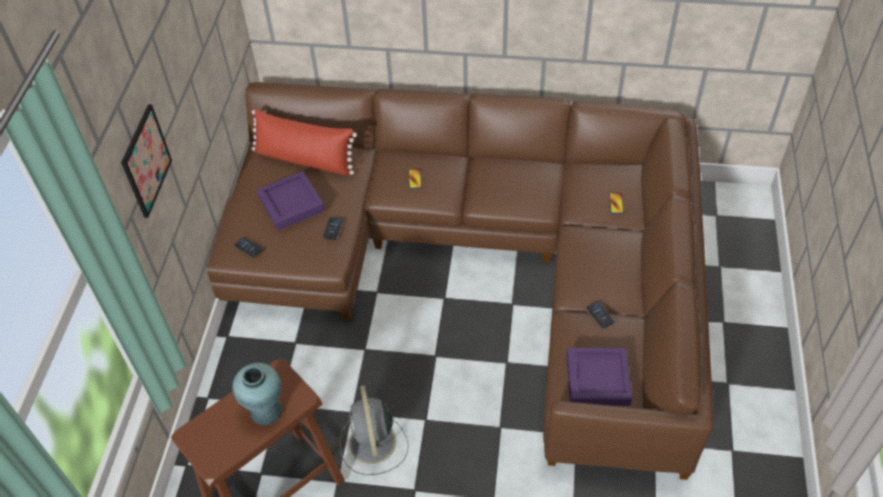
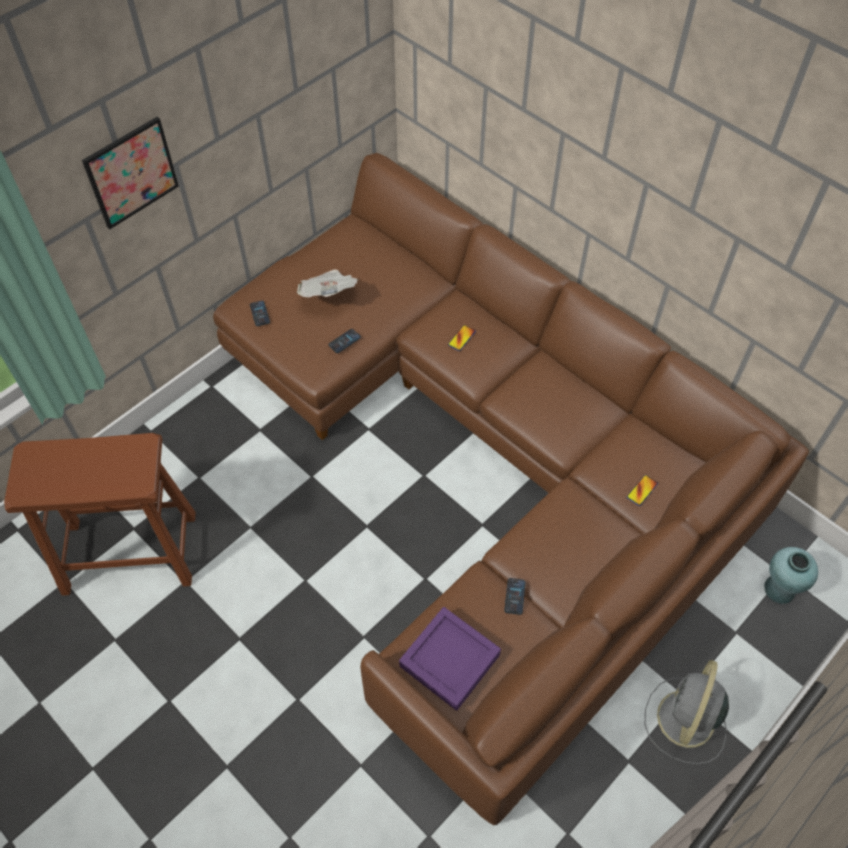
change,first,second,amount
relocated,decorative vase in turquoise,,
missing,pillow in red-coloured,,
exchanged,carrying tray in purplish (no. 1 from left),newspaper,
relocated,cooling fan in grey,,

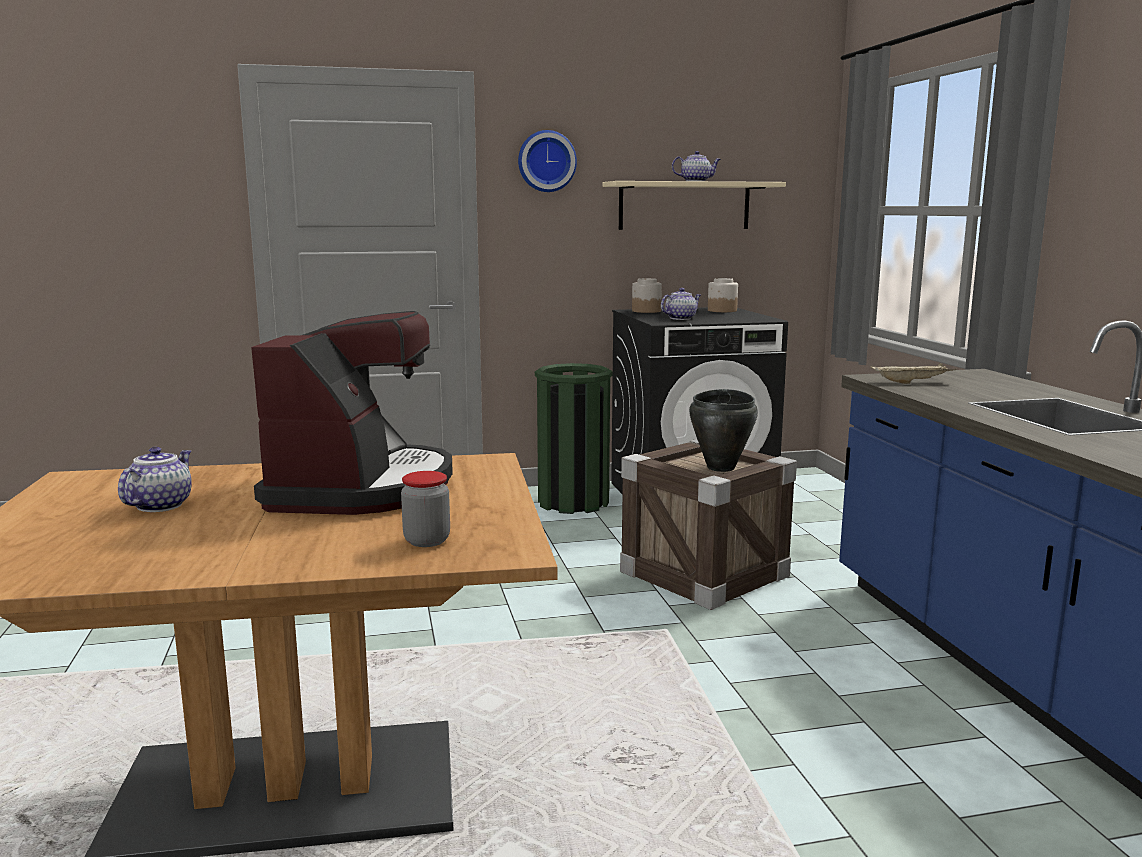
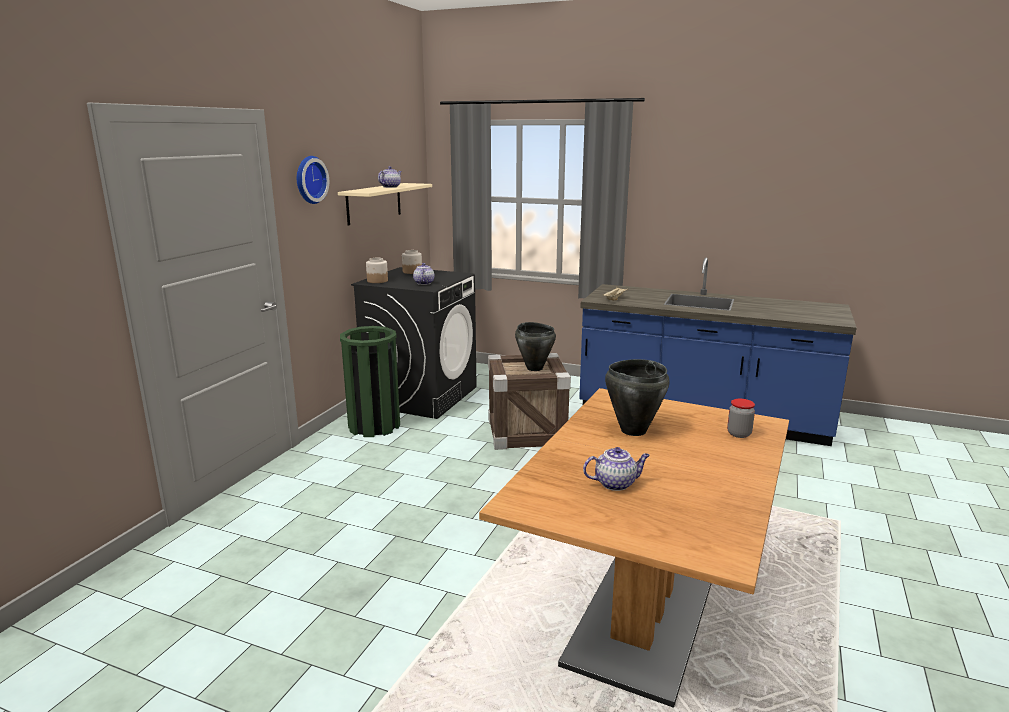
change,first,second,amount
spun,teapot (no. 1 from left in the first image),teapot (no. 3 from left),120 degrees clockwise
exchanged,coffee maker,saucepot in black-coloured (no. 2 from left),

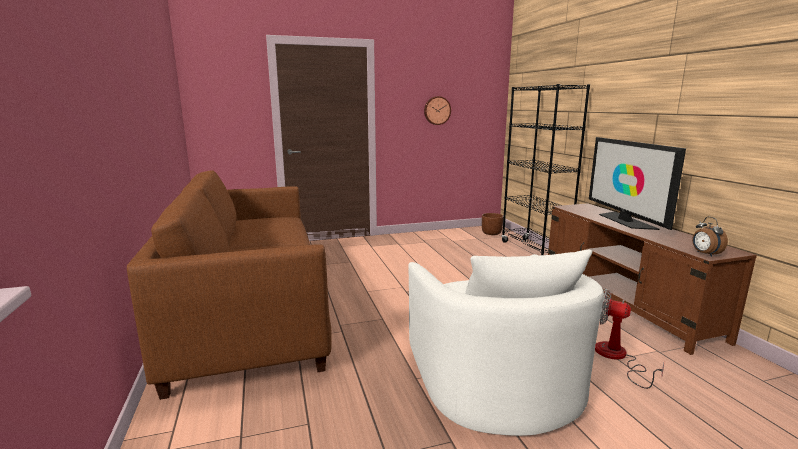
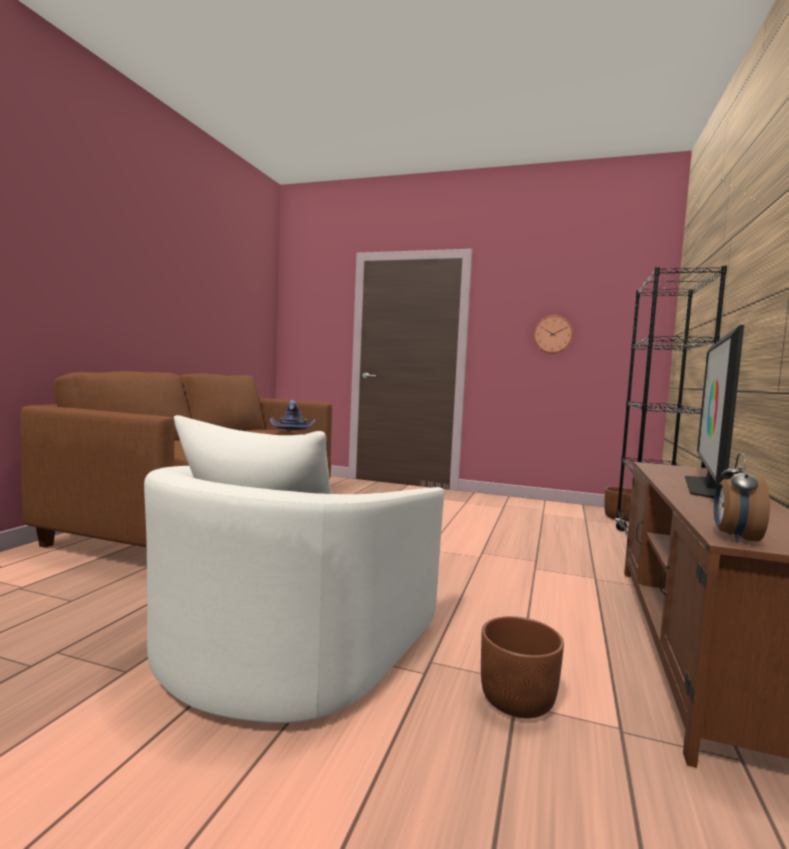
change,first,second,amount
exchanged,cooling fan,flower pot in brown-coloured (no. 1 from left),
appeared,,hat in purplish,

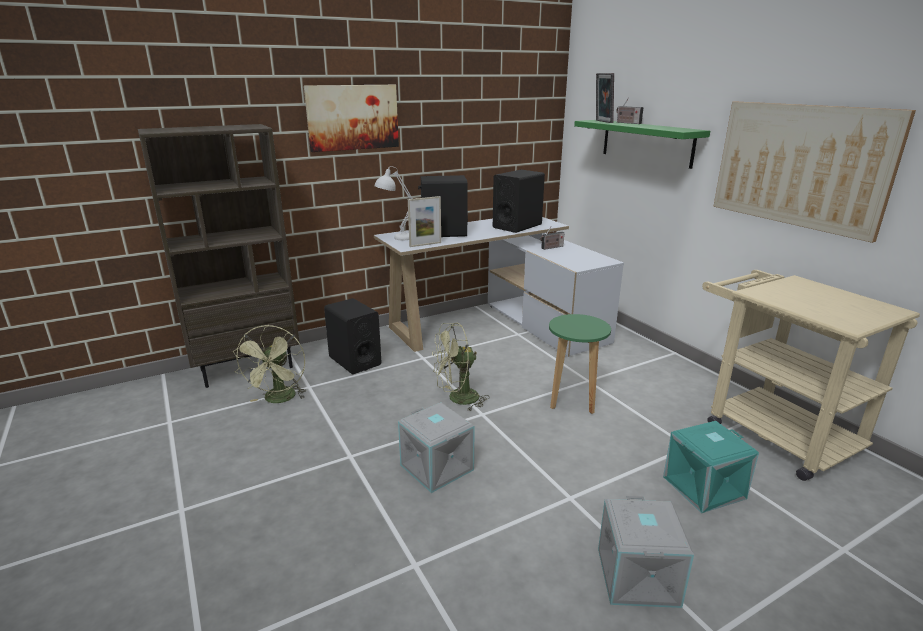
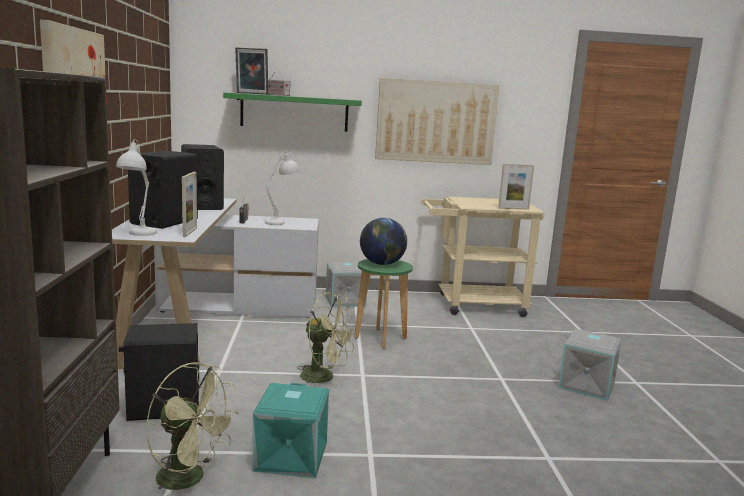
change,first,second,amount
relocated,storage bin in grey (no. 1 from left),,
spun,cooling fan in green (no. 2 from left),,75 degrees counterclockwise
relocated,storage bin in turquoise,,
appeared,,lamp for a table in white (no. 2 from left),
appeared,,desk globe,
appeared,,photo frame (no. 3 from left),

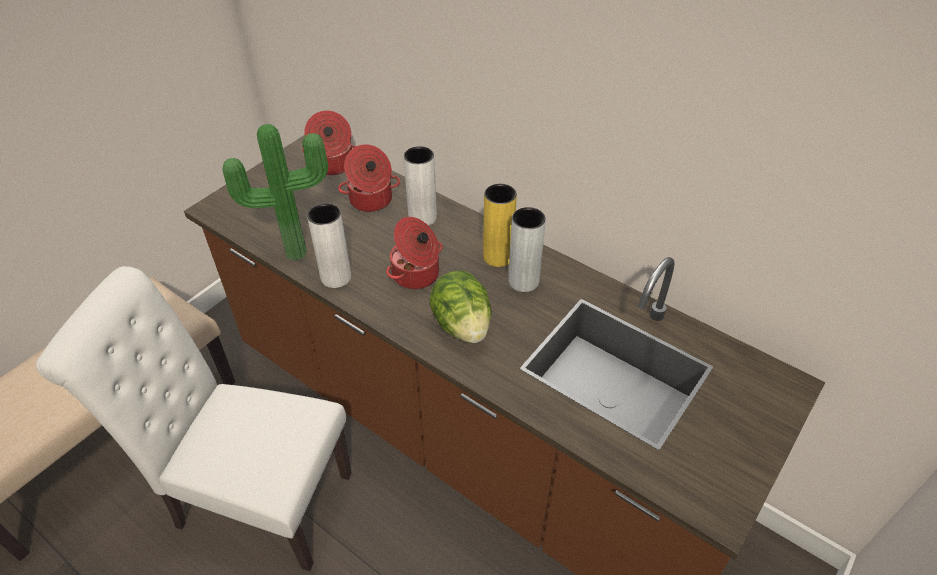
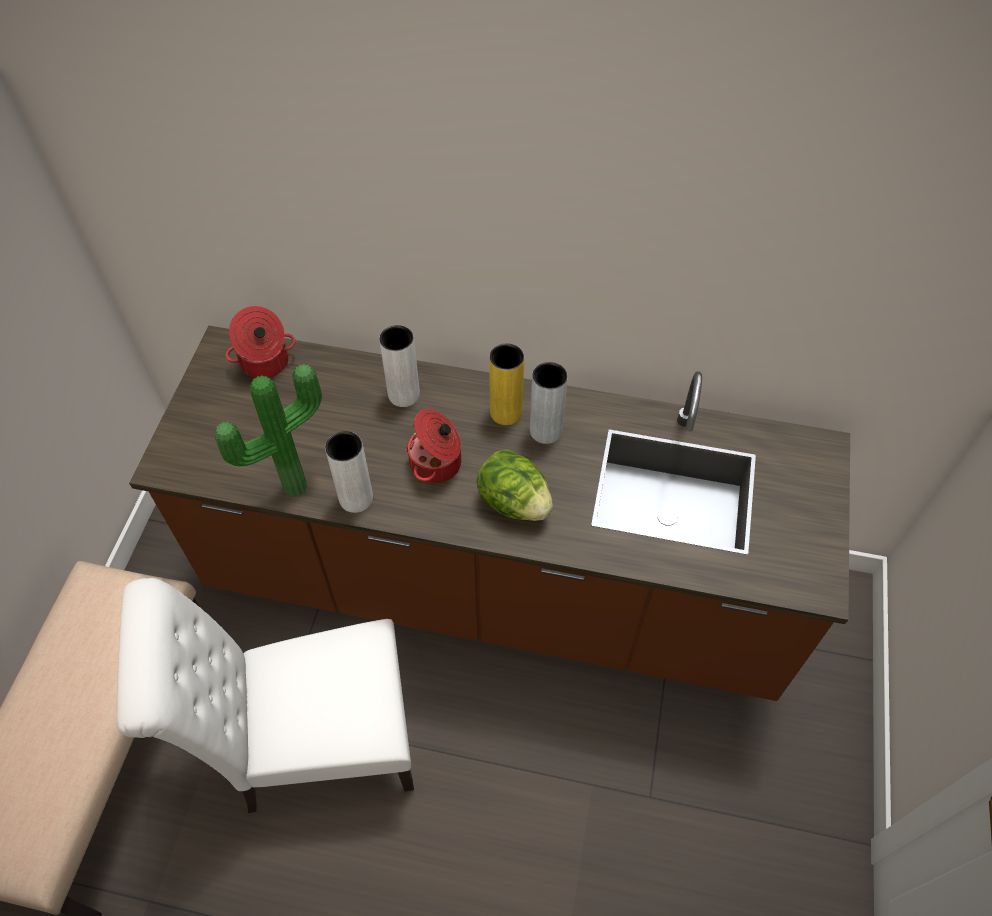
change,first,second,amount
missing,saucepot (no. 2 from left),,

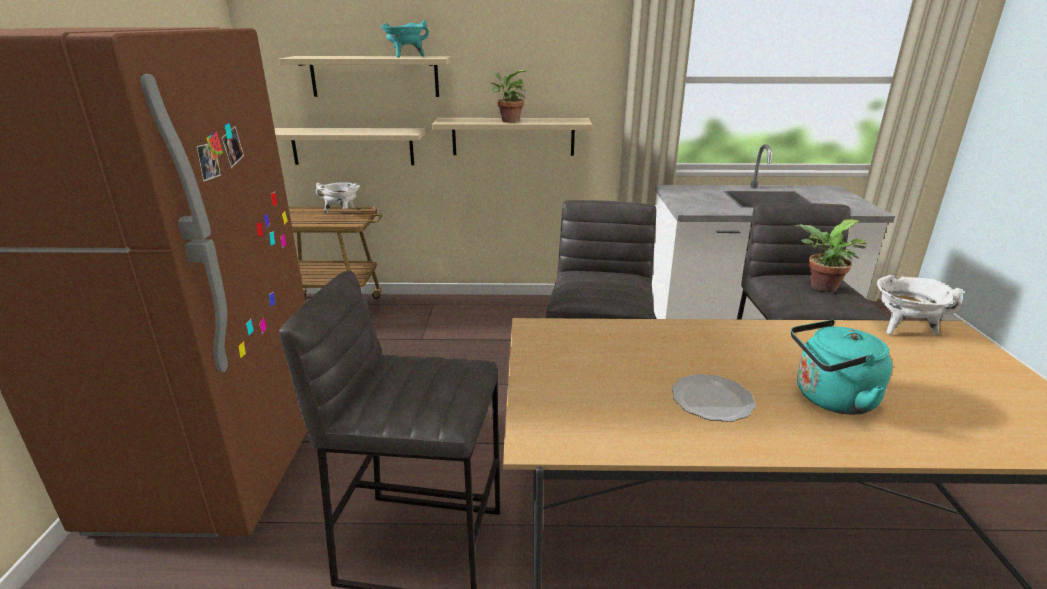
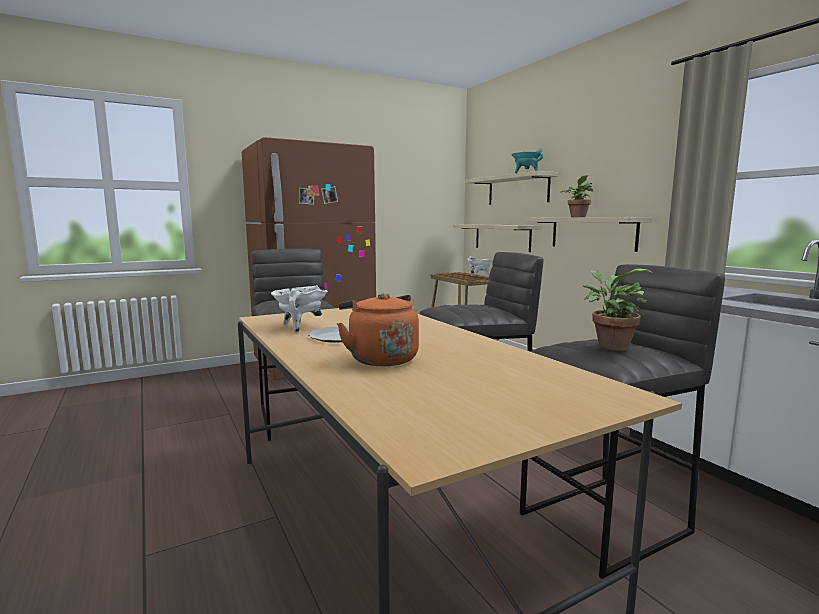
change,first,second,amount
colour,water kettle in turquoise,water kettle in orange,
relocated,saucepot in white (no. 2 from left in the first image),saucepot in white (no. 1 from left),

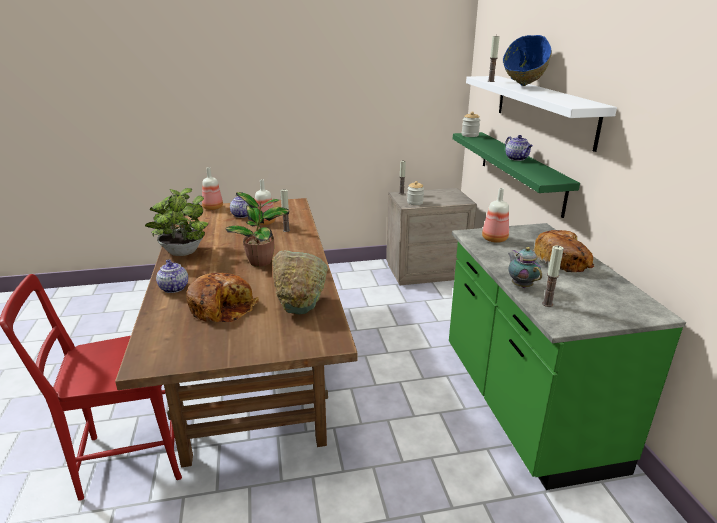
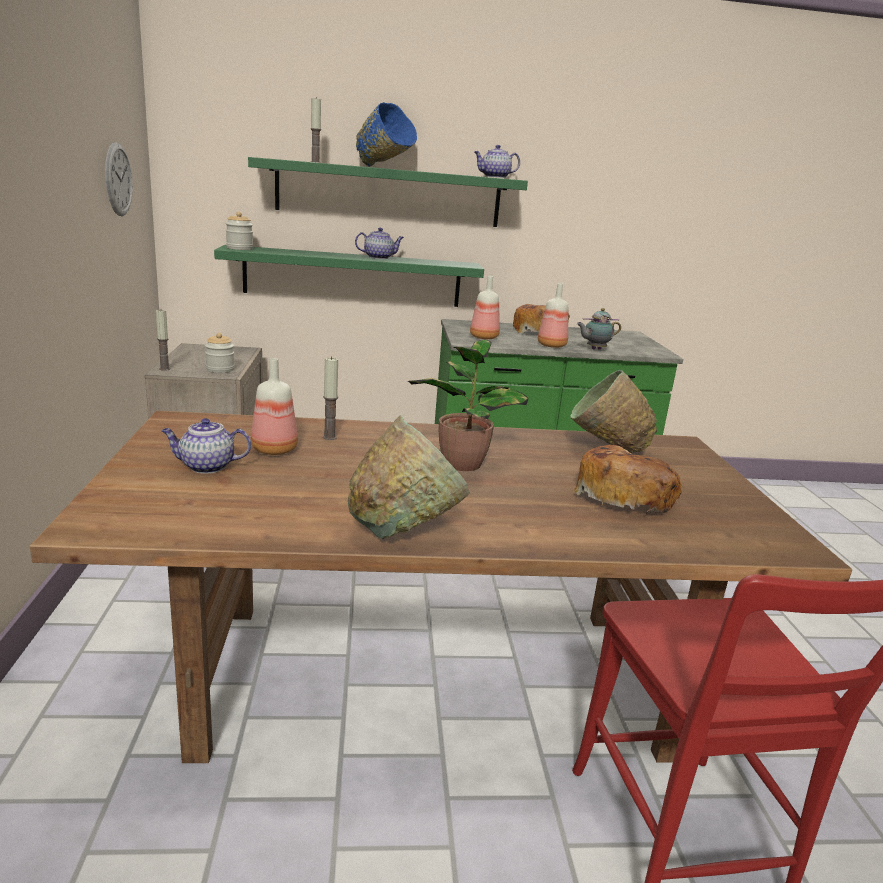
change,first,second,amount
exchanged,plant in a pot (no. 1 from left),deep dish in green (no. 1 from left),
relocated,teapot (no. 1 from left in the first image),teapot (no. 3 from left),
relocated,bottle (no. 1 from left in the first image),bottle (no. 3 from left),
colour,bracket shelf in white,bracket shelf in green (no. 2 from left),
missing,candle (no. 4 from left),,
appeared,,wall clock,

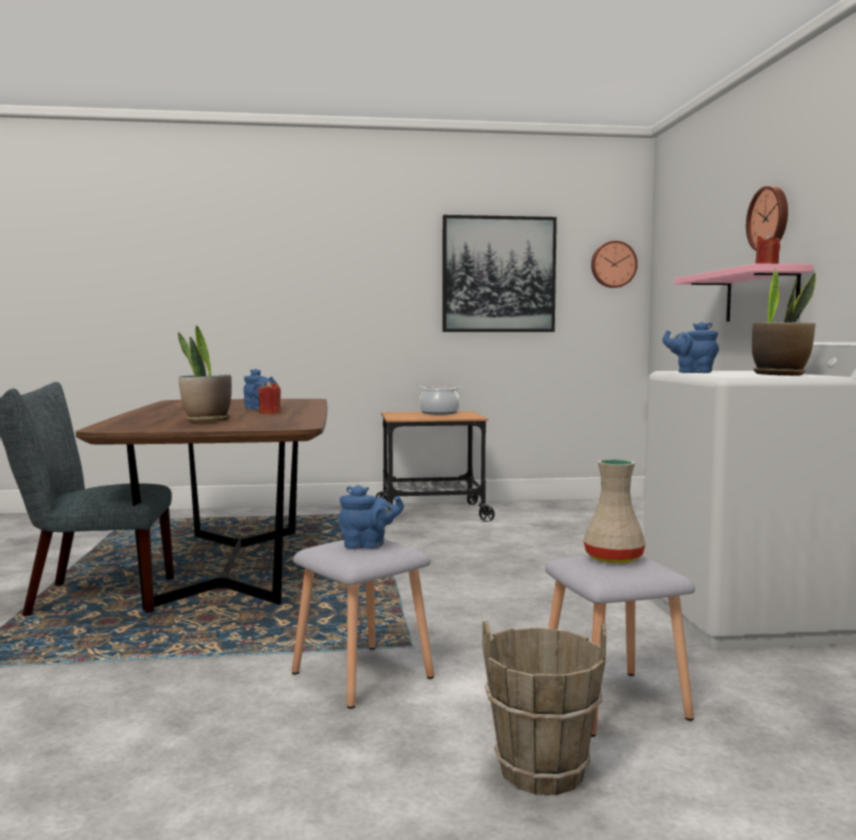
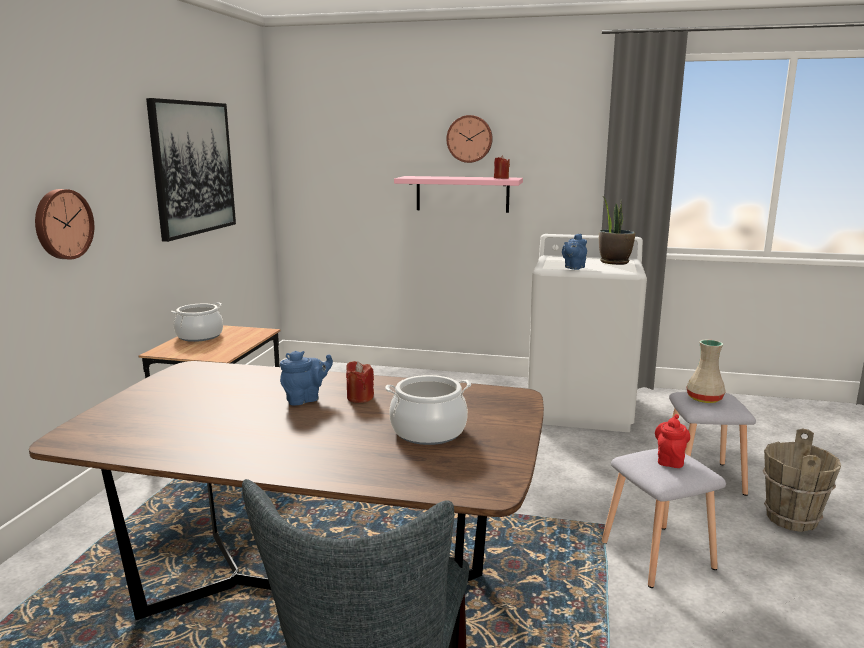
change,first,second,amount
exchanged,plant in a pot (no. 1 from left),saucepot (no. 2 from left),
colour,teapot in bluish (no. 2 from left),teapot in red-coloured,
relocated,wall clock (no. 1 from left),,

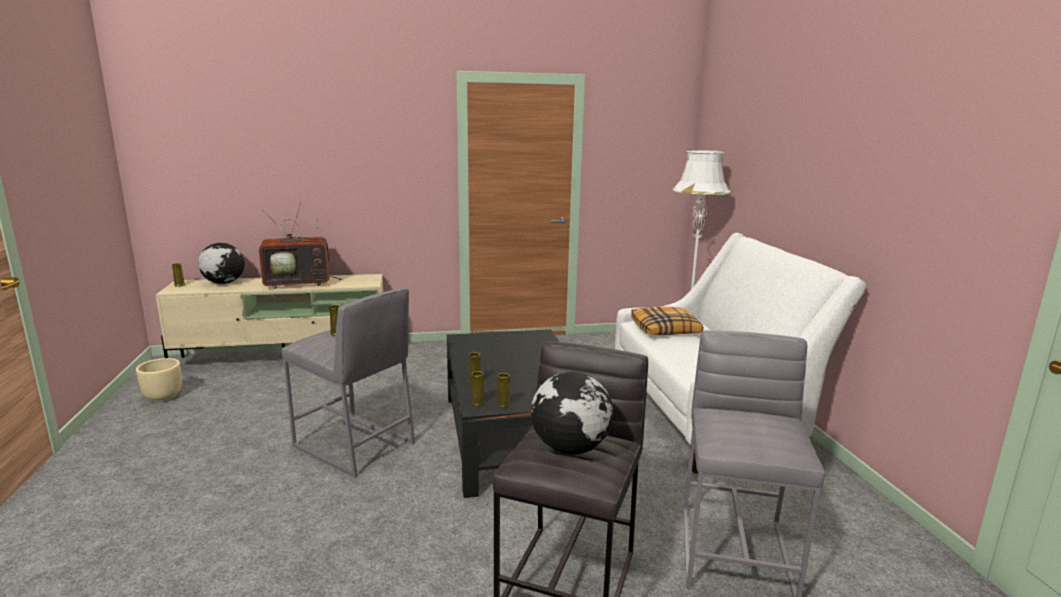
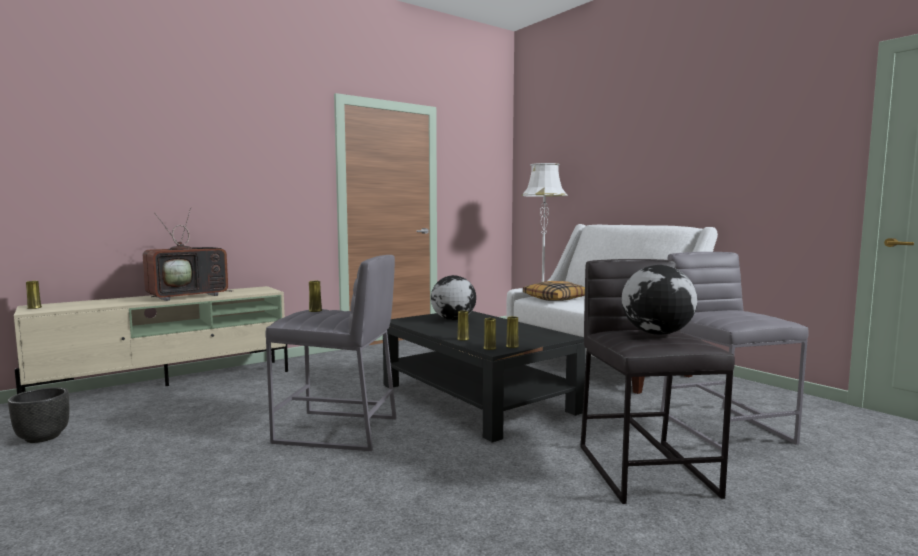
change,first,second,amount
colour,flower pot in beige-coloured,flower pot in black-coloured,
relocated,desk globe (no. 1 from left),,

